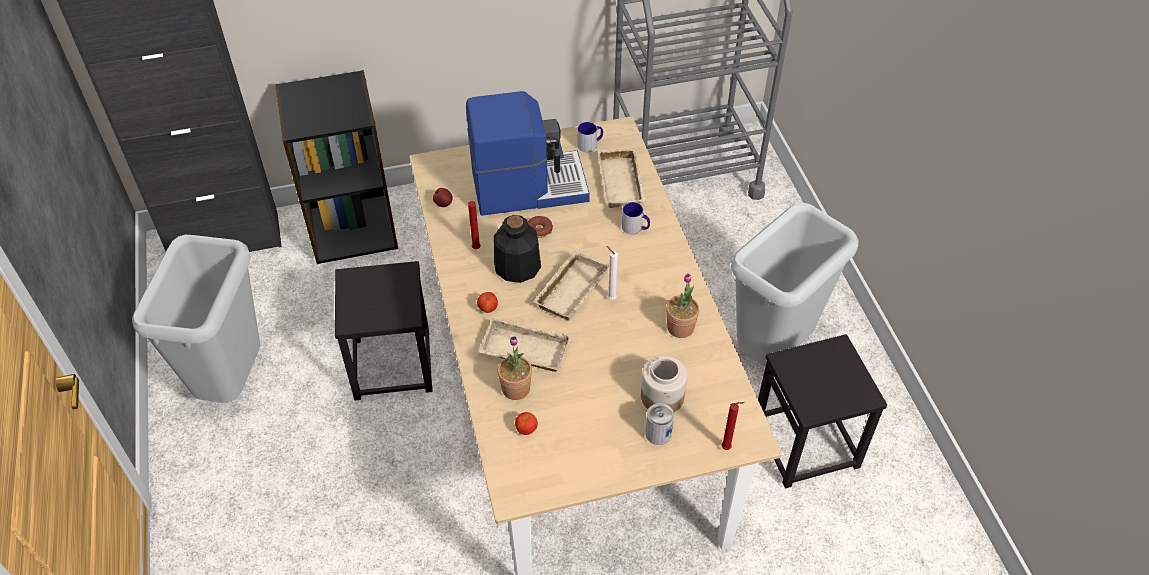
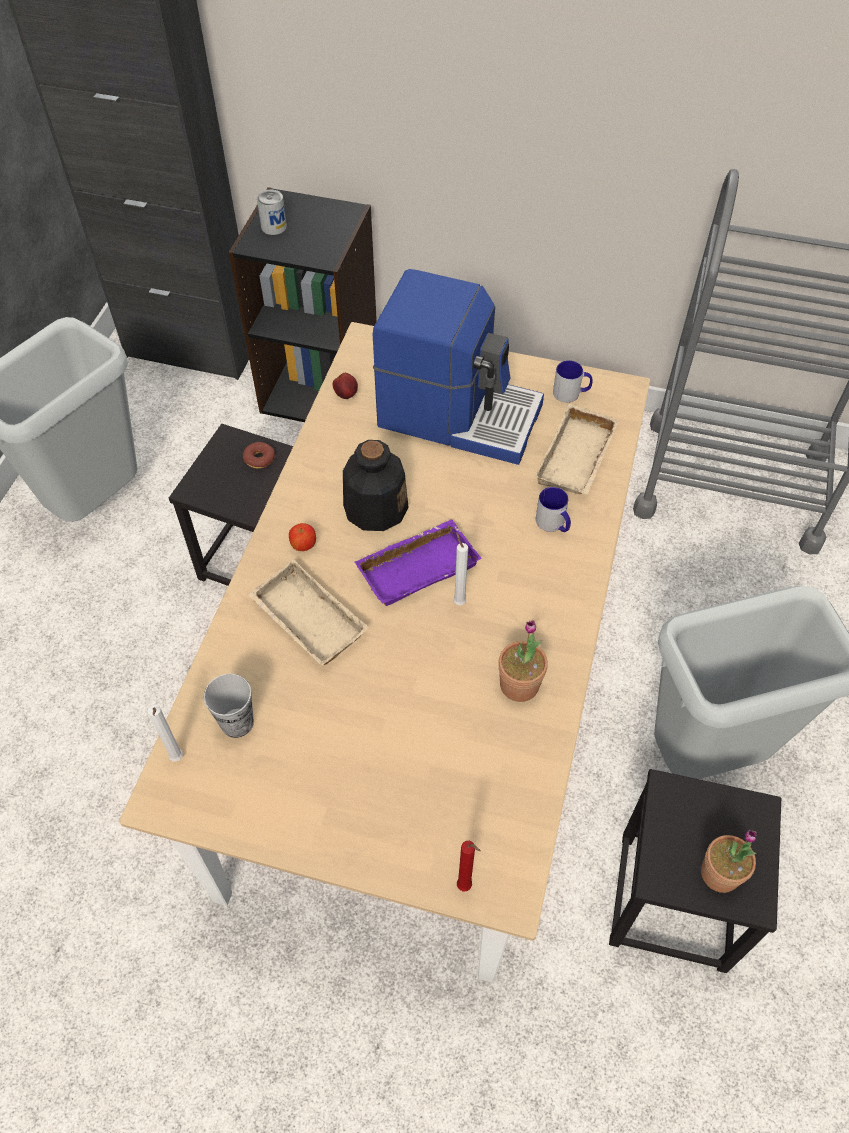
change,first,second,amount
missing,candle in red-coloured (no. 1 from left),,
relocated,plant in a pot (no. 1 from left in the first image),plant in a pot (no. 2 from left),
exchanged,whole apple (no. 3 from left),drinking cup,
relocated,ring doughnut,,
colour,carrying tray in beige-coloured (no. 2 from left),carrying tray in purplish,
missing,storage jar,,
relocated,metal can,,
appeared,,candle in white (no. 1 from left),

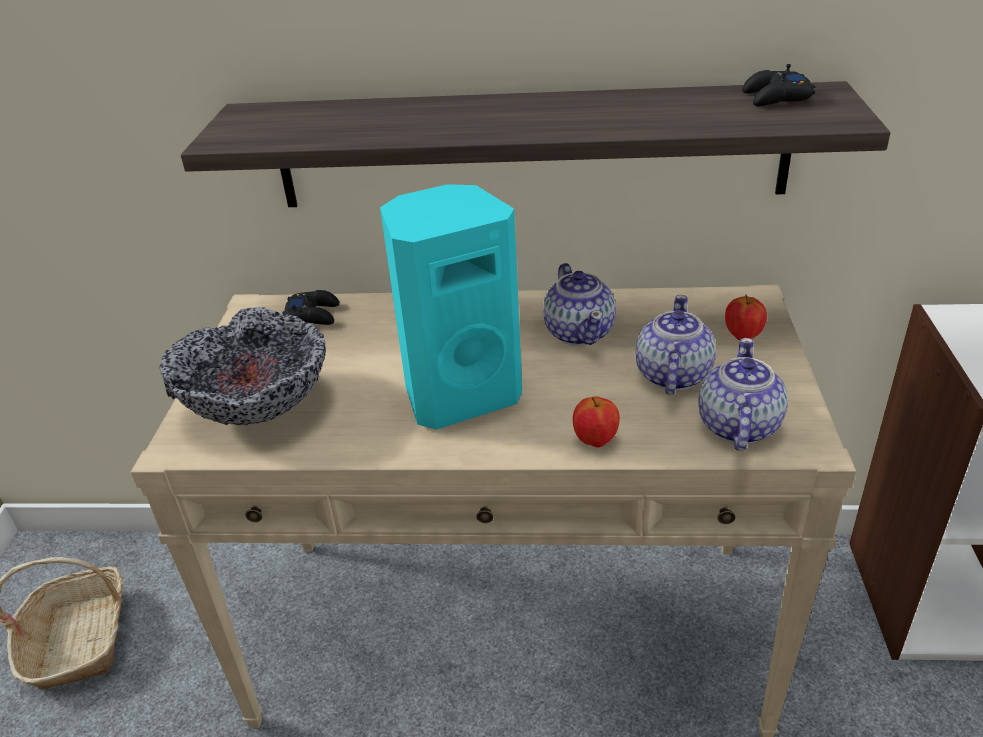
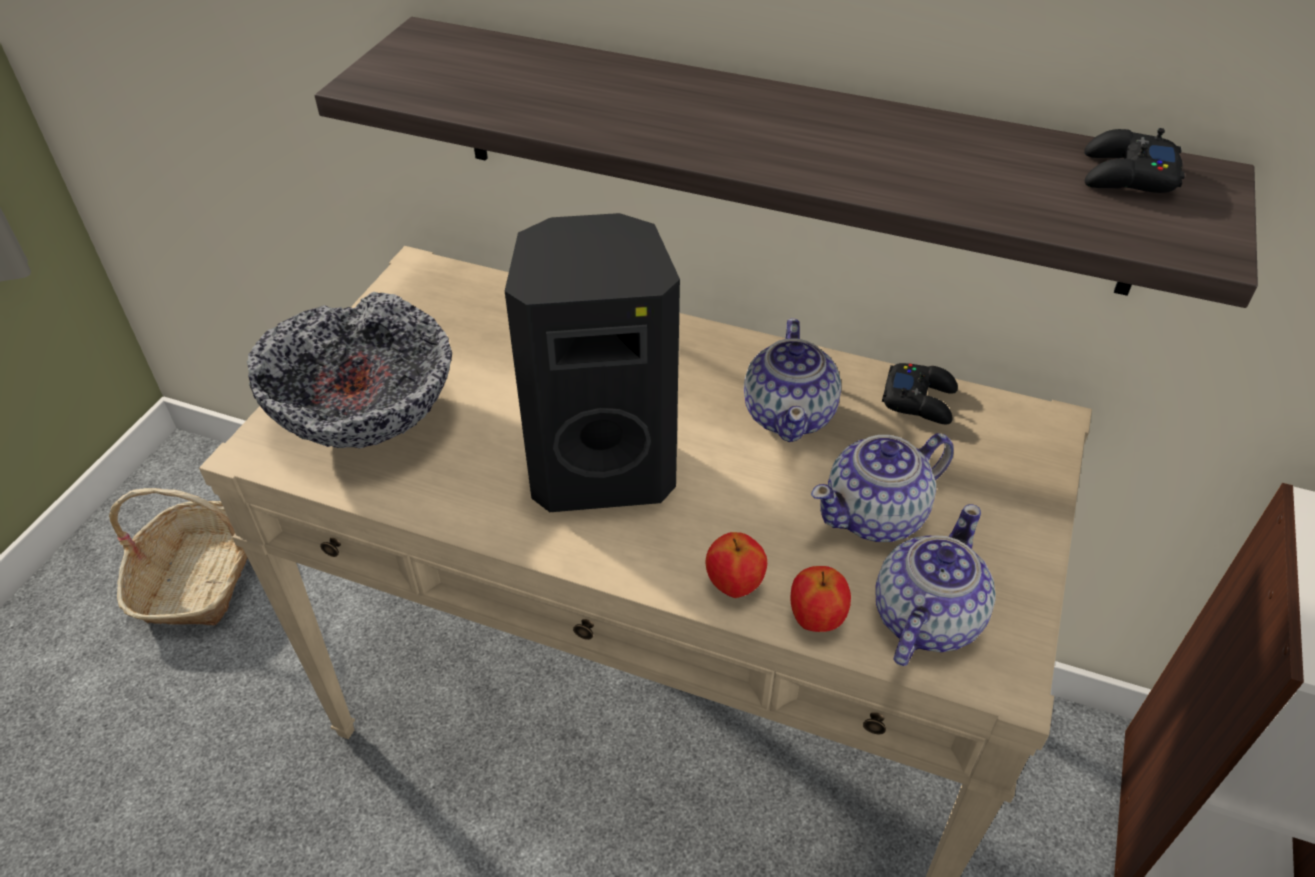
change,first,second,amount
relocated,game controller in black-coloured (no. 1 from left),,
colour,speaker in turquoise,speaker in black-coloured,
spun,teapot (no. 2 from left),,150 degrees counterclockwise
relocated,whole apple (no. 2 from left),,

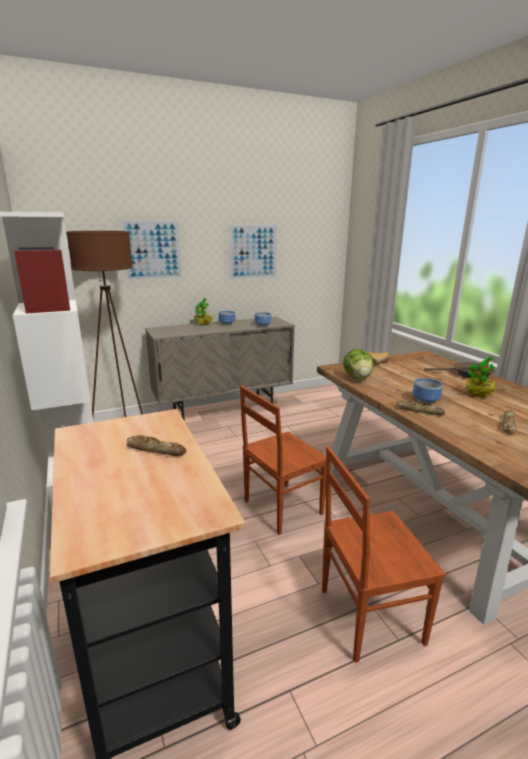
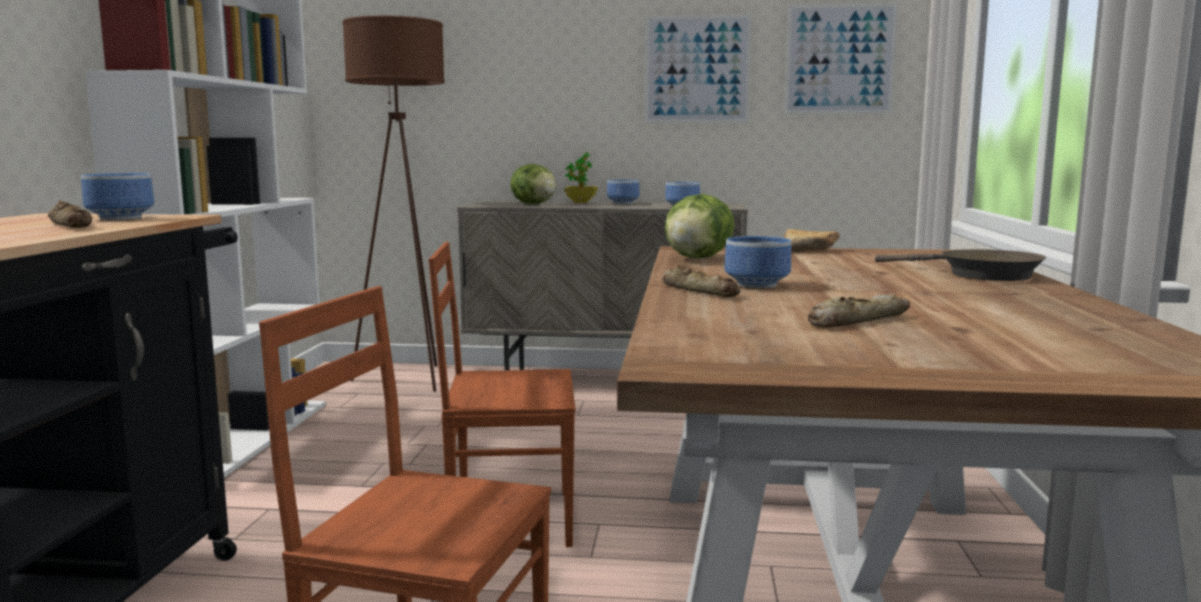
change,first,second,amount
relocated,wall art (no. 1 from left in the first image),wall art (no. 2 from left),
missing,plant in a pot (no. 2 from left),,
appeared,,deep dish (no. 1 from left),
appeared,,lettuce head (no. 1 from left),

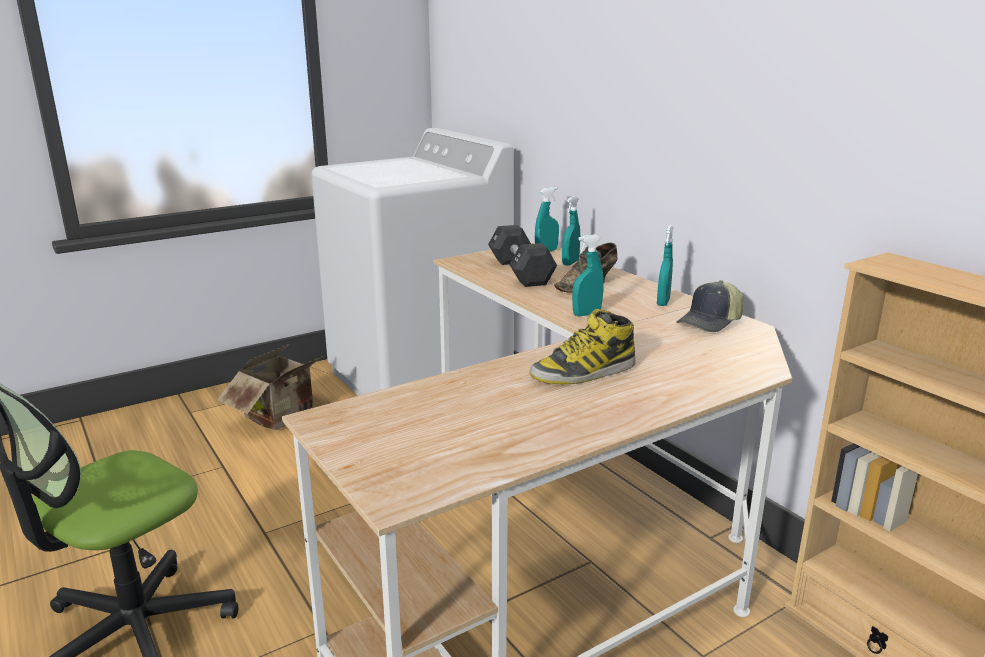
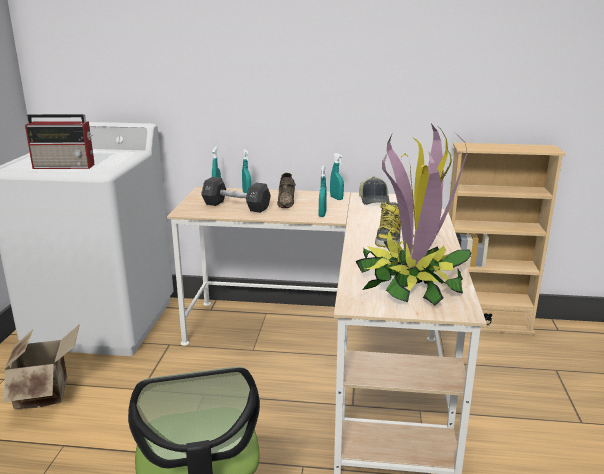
change,first,second,amount
appeared,,radio receiver,
appeared,,plant in a pot,

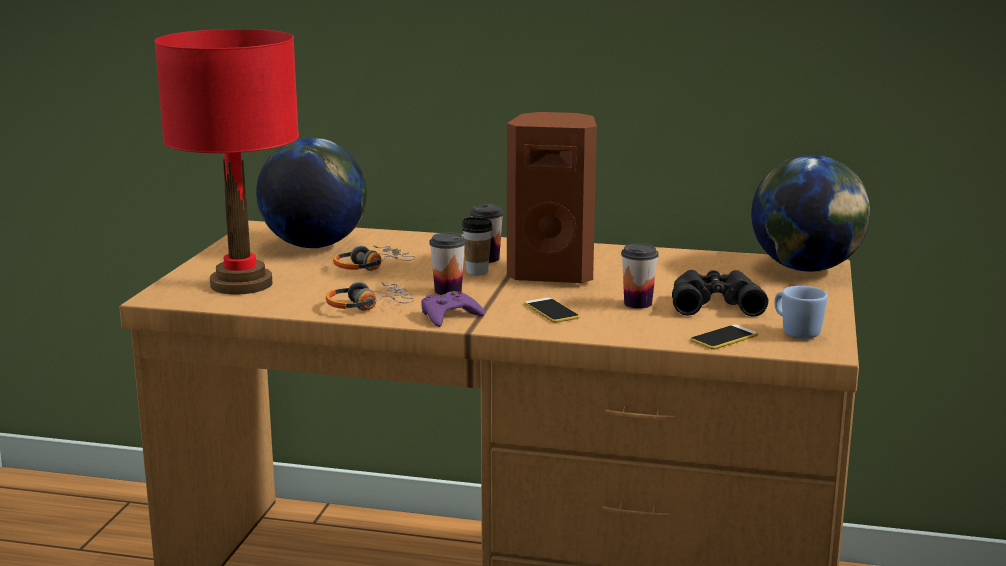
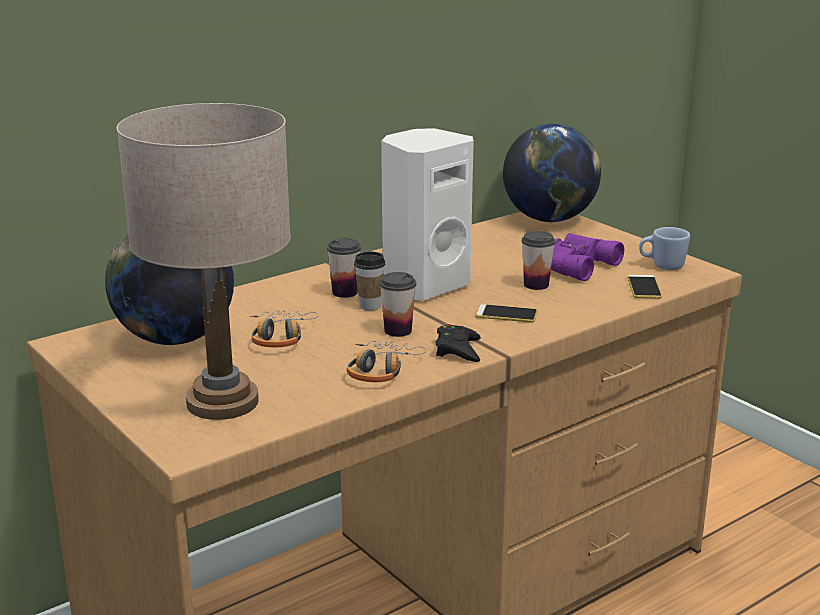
change,first,second,amount
colour,lamp for a table in red-coloured,lamp for a table in beige-coloured,
colour,game controller in purplish,game controller in black-coloured,
colour,speaker in brown-coloured,speaker in white,
colour,pair of binoculars in black-coloured,pair of binoculars in purplish,

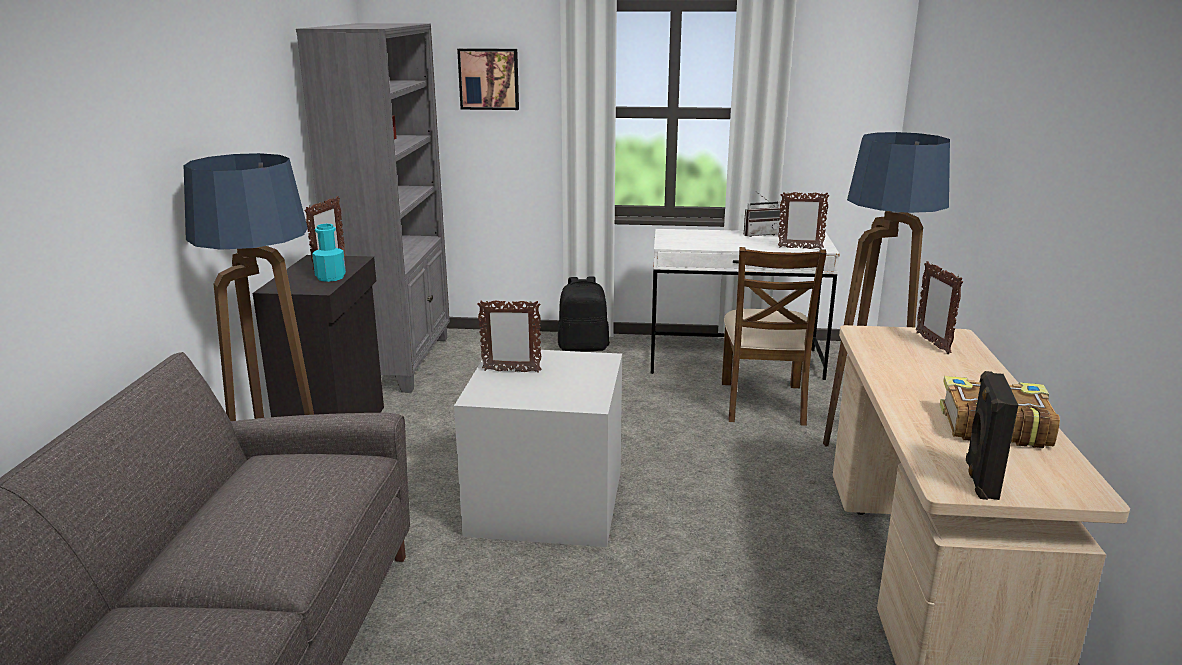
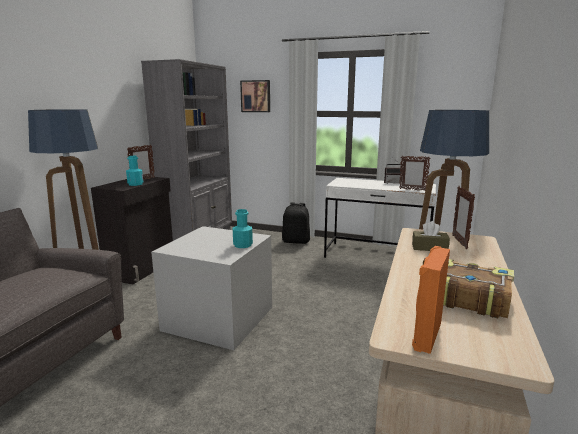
change,first,second,amount
missing,photo frame (no. 2 from left),,
missing,chair in brown-coloured,,
colour,speaker in black-coloured,speaker in orange,
appeared,,bottle in turquoise (no. 2 from left),
appeared,,tissue holder in brown-coloured,

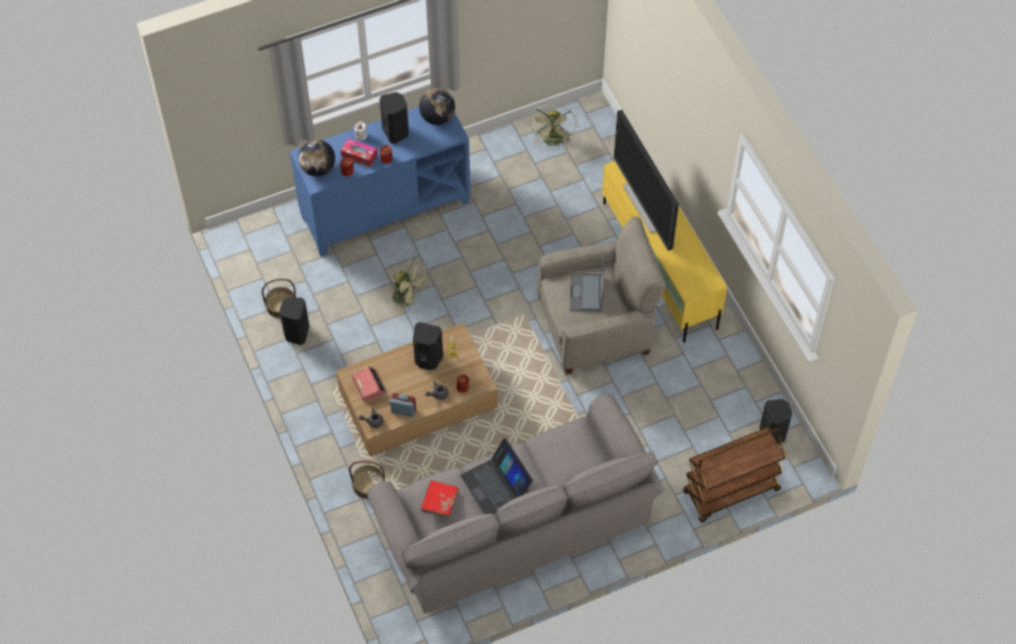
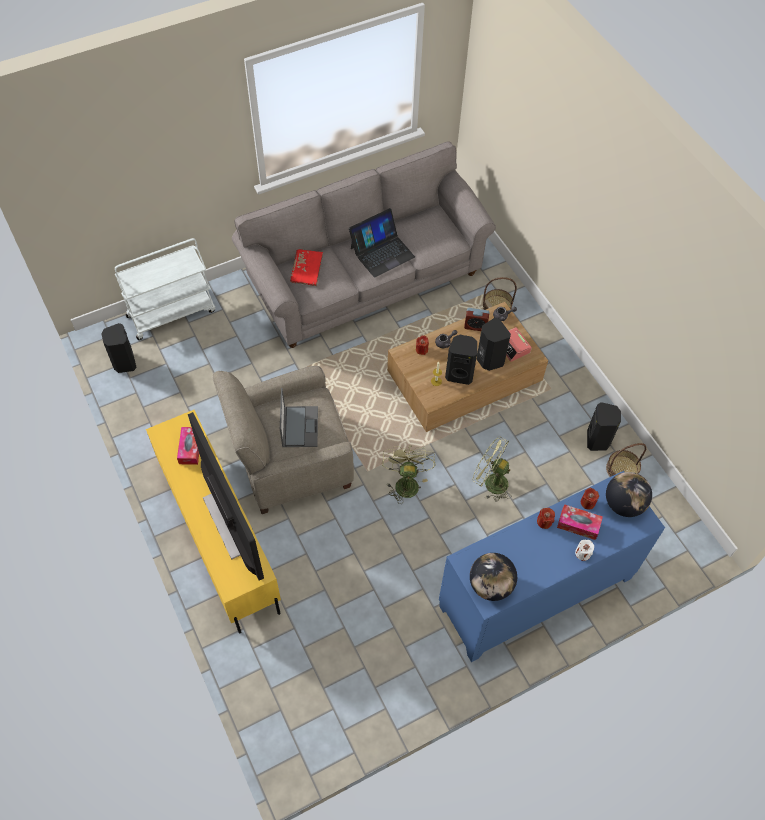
change,first,second,amount
relocated,speaker in black-coloured (no. 2 from left in the first image),speaker in black-coloured (no. 3 from left),
relocated,book in red-coloured,,
spun,portable computer (no. 1 from left in the first image),portable computer (no. 2 from left),90 degrees clockwise
relocated,cooling fan in green (no. 2 from left in the first image),cooling fan in green (no. 1 from left),
colour,trolley in brown-coloured,trolley in white,
appeared,,tissue holder (no. 1 from left),

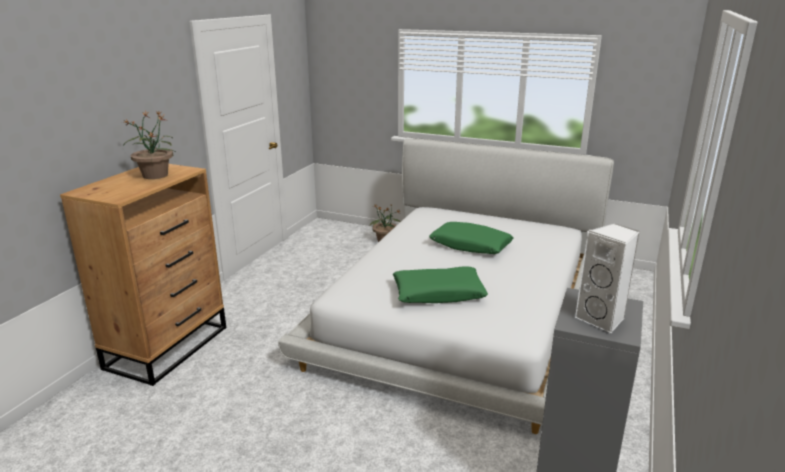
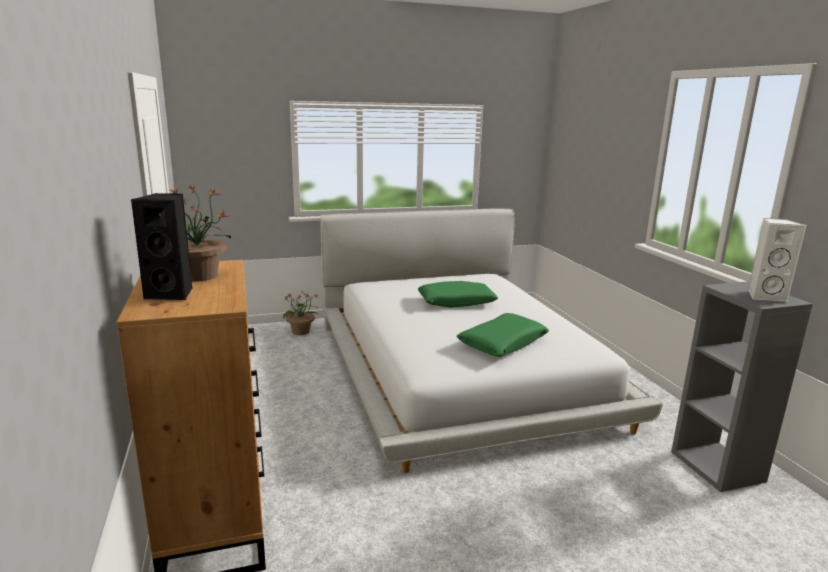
change,first,second,amount
appeared,,speaker in black-coloured,

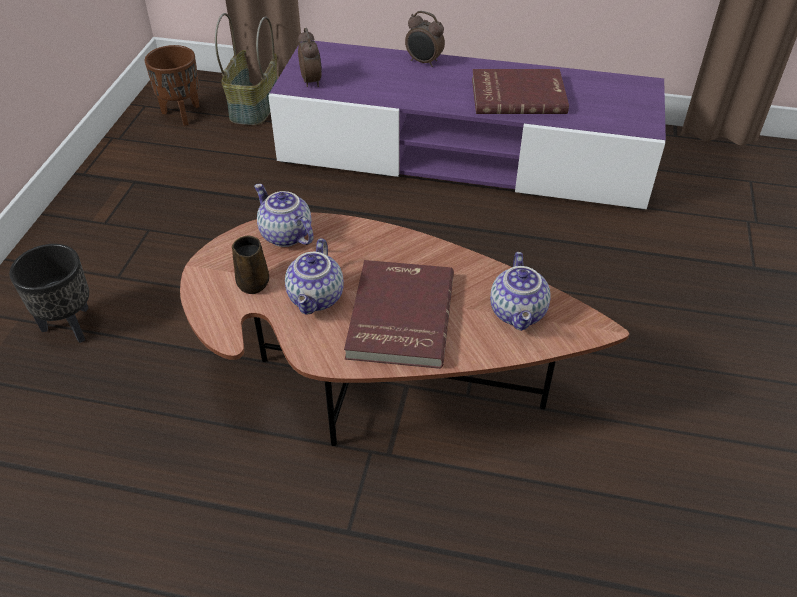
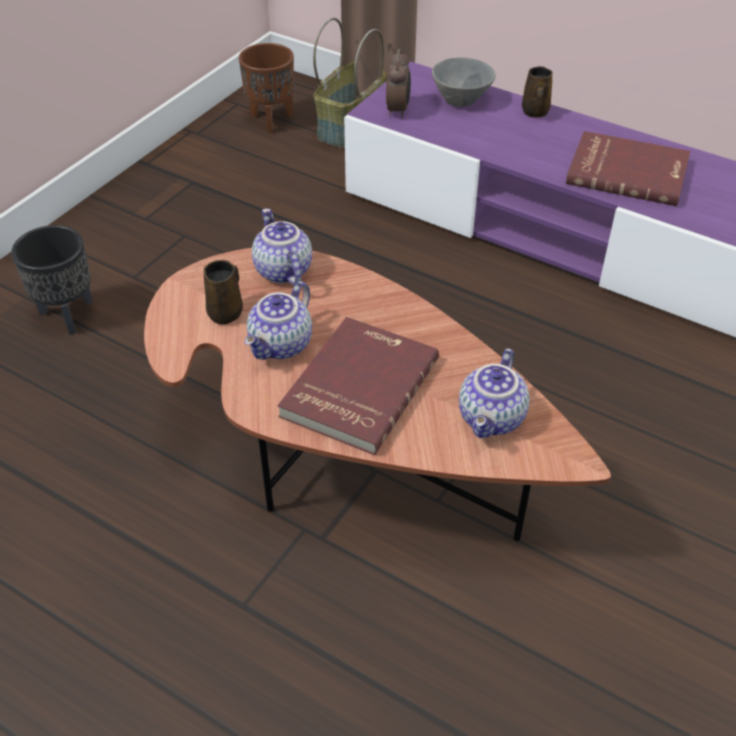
change,first,second,amount
exchanged,table clock (no. 2 from left),mug in brown-coloured (no. 2 from left),
appeared,,deep dish in grey,

